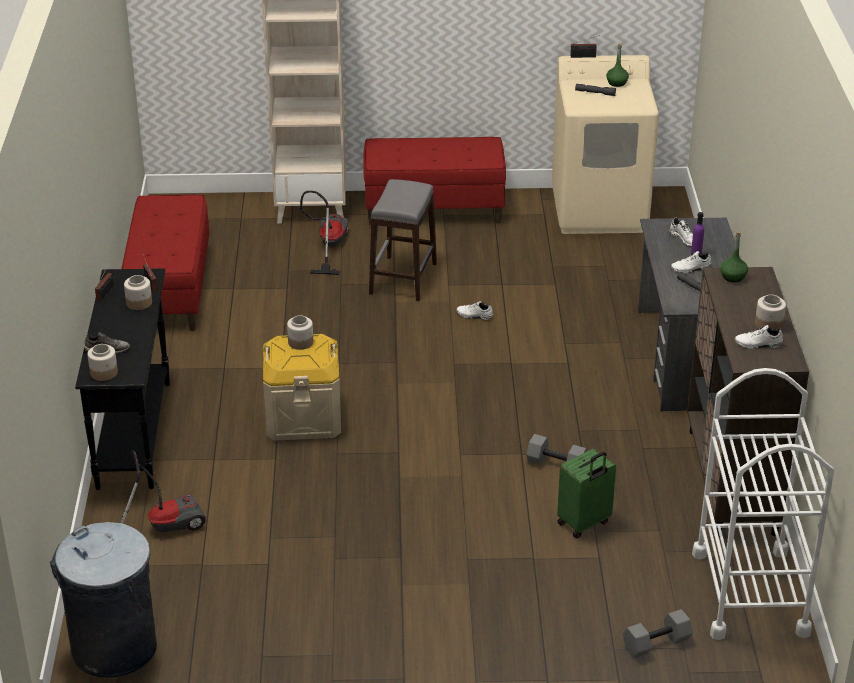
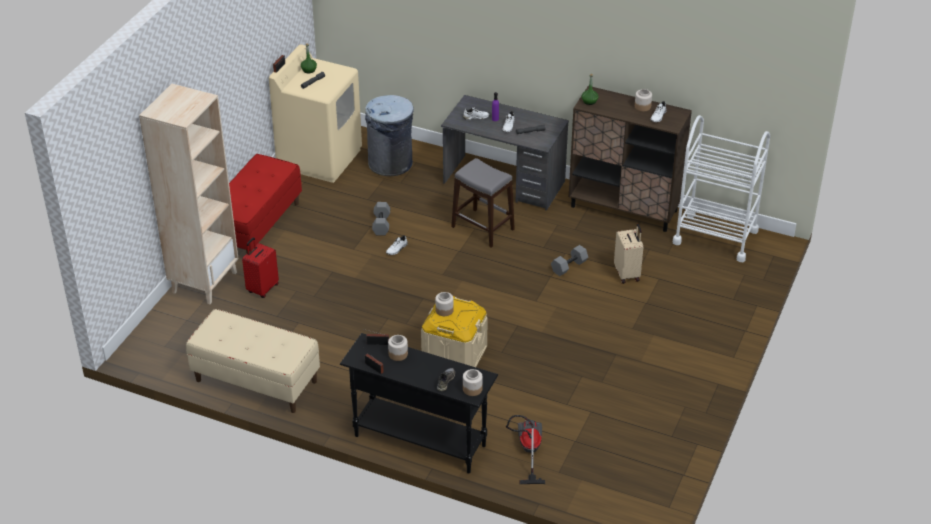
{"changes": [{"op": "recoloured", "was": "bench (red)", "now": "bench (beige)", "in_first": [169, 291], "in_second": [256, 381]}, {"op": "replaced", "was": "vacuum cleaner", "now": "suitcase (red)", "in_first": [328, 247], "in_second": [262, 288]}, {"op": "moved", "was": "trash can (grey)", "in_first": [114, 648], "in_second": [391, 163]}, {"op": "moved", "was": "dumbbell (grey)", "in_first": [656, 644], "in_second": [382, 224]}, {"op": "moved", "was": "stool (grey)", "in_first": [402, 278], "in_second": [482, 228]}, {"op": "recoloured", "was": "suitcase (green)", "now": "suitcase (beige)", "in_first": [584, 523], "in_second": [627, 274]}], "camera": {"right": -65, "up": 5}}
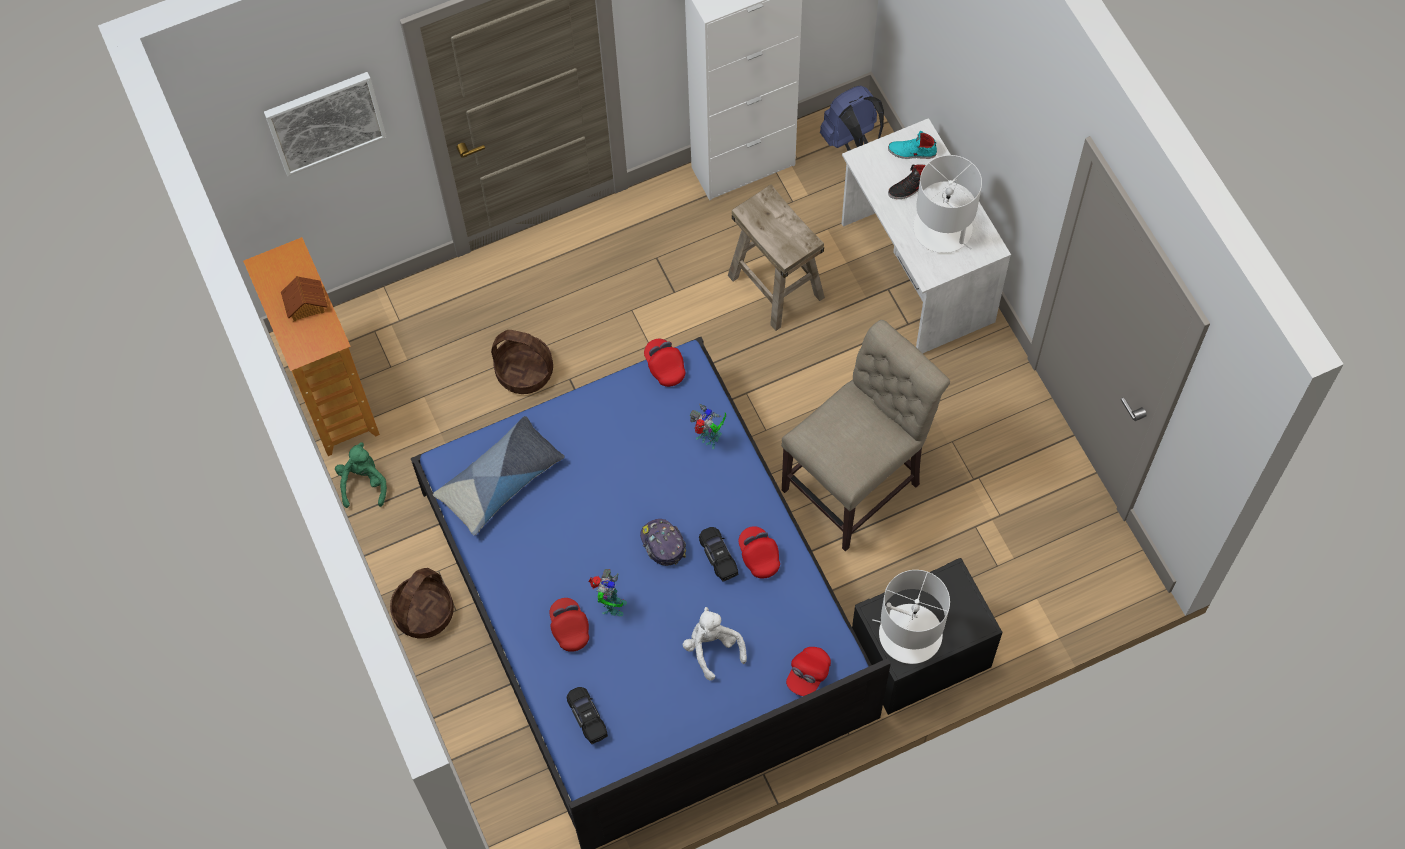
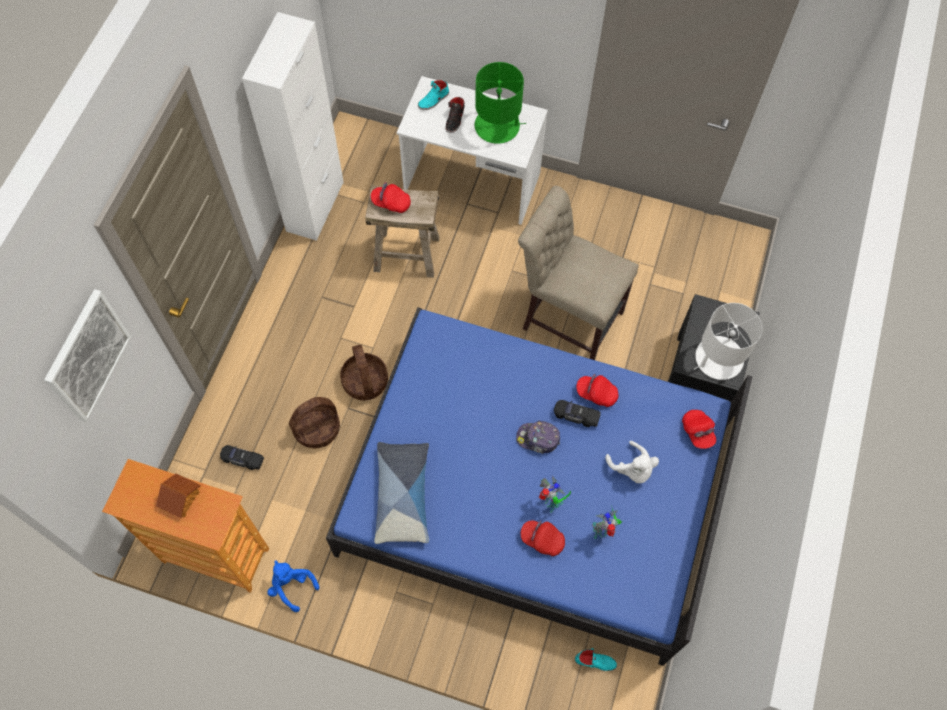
{"changes": [{"op": "moved", "was": "toy car (black)", "in_first": [587, 717], "in_second": [242, 459]}, {"op": "recoloured", "was": "plush toy (green)", "now": "plush toy (blue)", "in_first": [363, 483], "in_second": [291, 586]}, {"op": "moved", "was": "basket", "in_first": [424, 612], "in_second": [364, 381]}, {"op": "moved", "was": "cap (red)", "in_first": [664, 366], "in_second": [391, 203]}, {"op": "recoloured", "was": "table lamp (white)", "now": "table lamp (green)", "in_first": [943, 229], "in_second": [497, 126]}, {"op": "turned", "was": "chair (beige)", "in_first": [857, 483], "in_second": [567, 317], "clockwise": -60}, {"op": "added", "now": "shoe (turquoise)", "in_second": [595, 661]}, {"op": "moved", "was": "toy robot", "in_first": [708, 440], "in_second": [603, 531]}, {"op": "turned", "was": "plush toy (white)", "in_first": [713, 648], "in_second": [632, 469], "clockwise": -135}, {"op": "removed", "was": "backpack (blue)", "in_first": [851, 140]}], "camera": {"right": -50, "up": 0}}
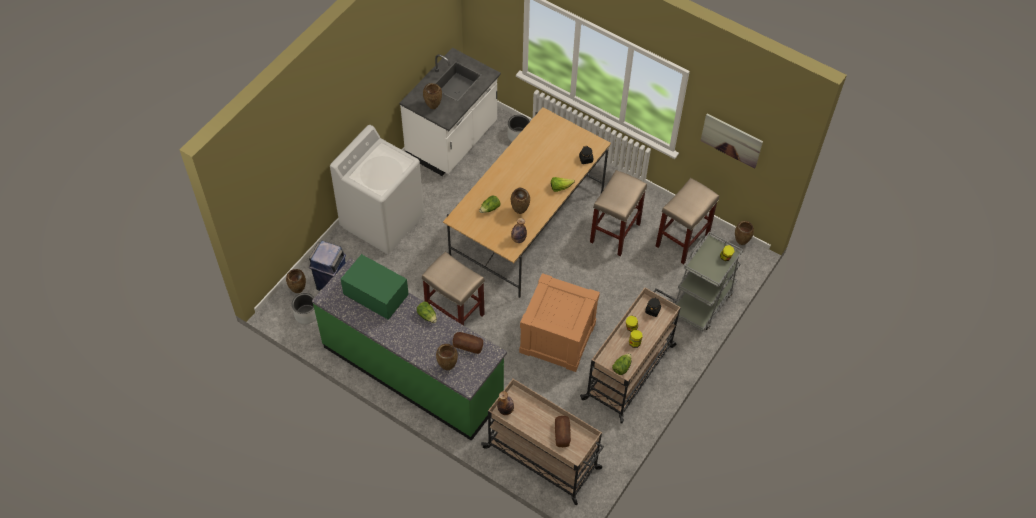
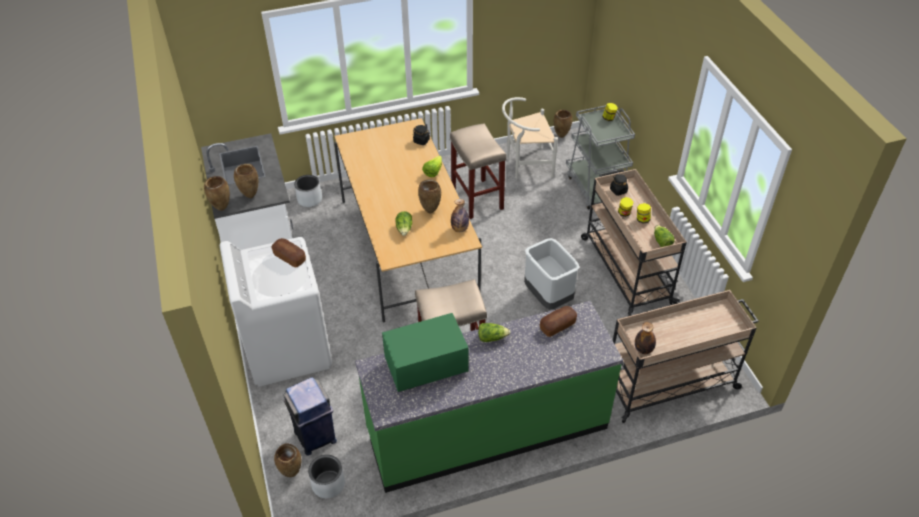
{"changes": [{"op": "moved", "was": "vase (brown)", "in_first": [447, 367], "in_second": [222, 209]}, {"op": "moved", "was": "bread", "in_first": [562, 434], "in_second": [289, 257]}, {"op": "replaced", "was": "stool (beige)", "now": "chair (white)", "in_first": [682, 240], "in_second": [525, 165]}, {"op": "replaced", "was": "crate", "now": "trash can (grey)", "in_first": [558, 338], "in_second": [548, 297]}, {"op": "removed", "was": "picture", "in_first": [731, 140]}], "camera": {"right": -50, "up": -10}}
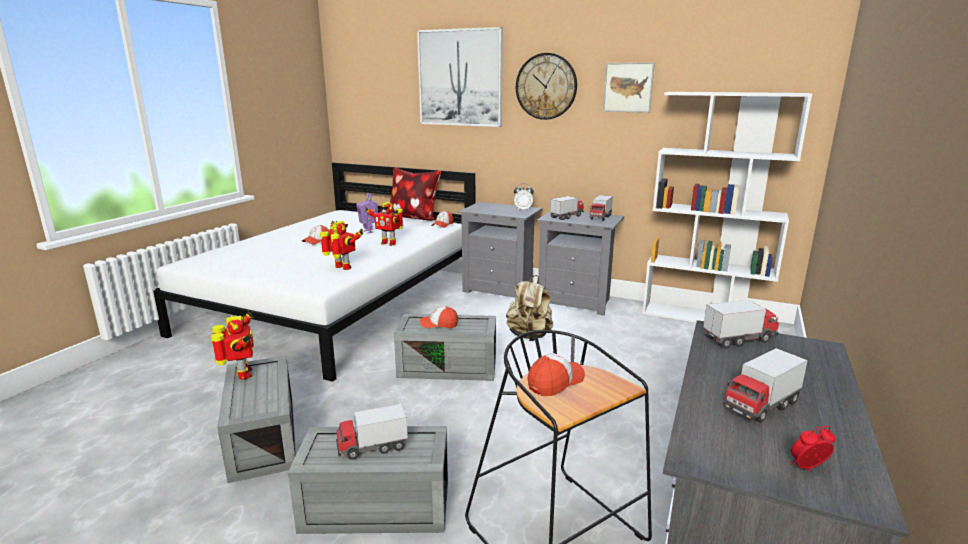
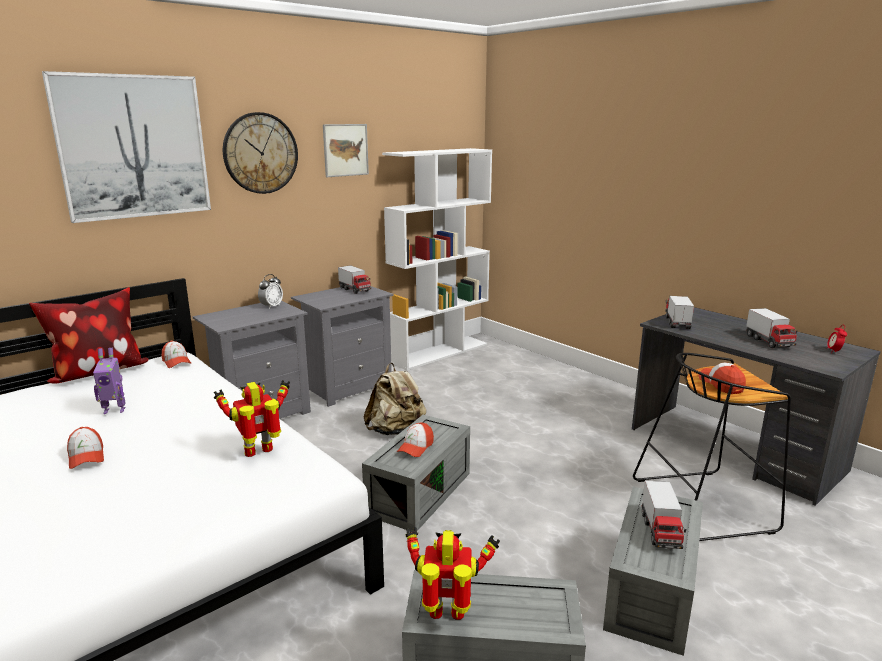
{"changes": [{"op": "removed", "was": "toy robot", "in_first": [388, 243]}, {"op": "removed", "was": "toy truck", "in_first": [567, 216]}], "camera": {"right": -65, "up": 0}}
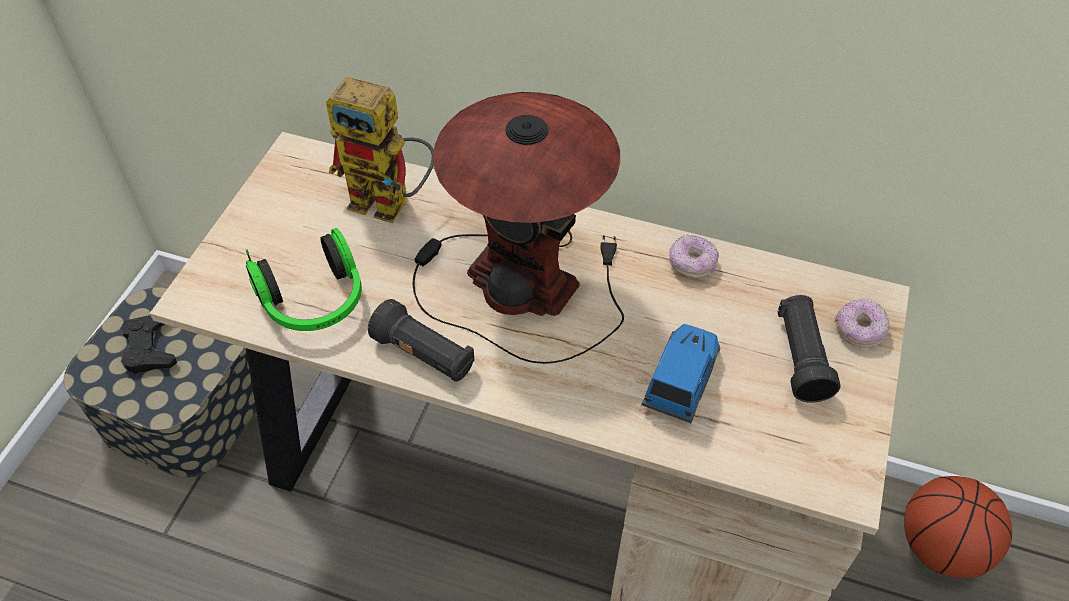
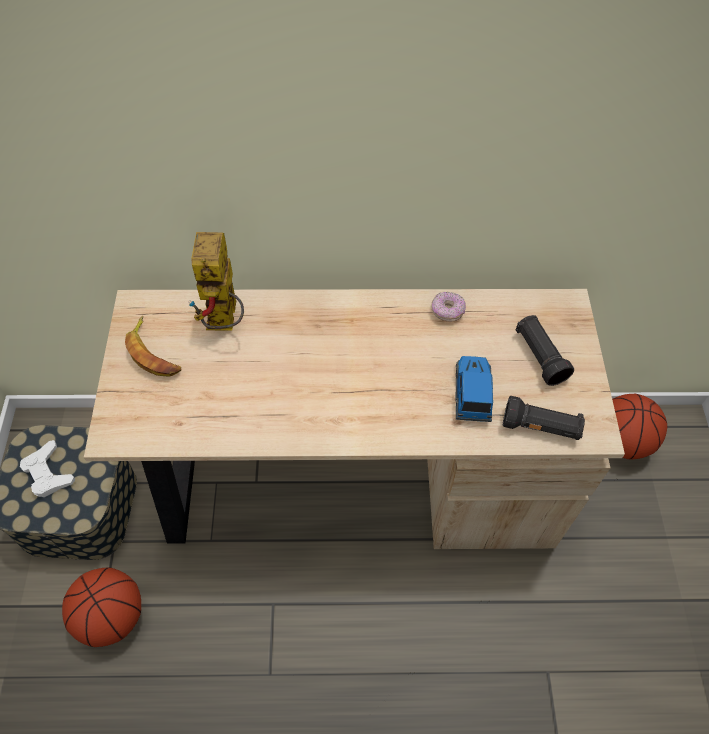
{"changes": [{"op": "recoloured", "was": "game controller (black)", "now": "game controller (white)", "in_first": [151, 346], "in_second": [48, 473]}, {"op": "added", "now": "basketball", "in_second": [111, 616]}, {"op": "added", "now": "banana", "in_second": [154, 353]}, {"op": "turned", "was": "toy robot", "in_first": [392, 203], "in_second": [225, 323], "clockwise": 90}, {"op": "moved", "was": "flashlight (black)", "in_first": [424, 355], "in_second": [540, 427]}, {"op": "removed", "was": "headphones", "in_first": [315, 302]}, {"op": "removed", "was": "table lamp", "in_first": [523, 282]}, {"op": "removed", "was": "donut", "in_first": [859, 330]}], "camera": {"right": -20, "up": 5}}
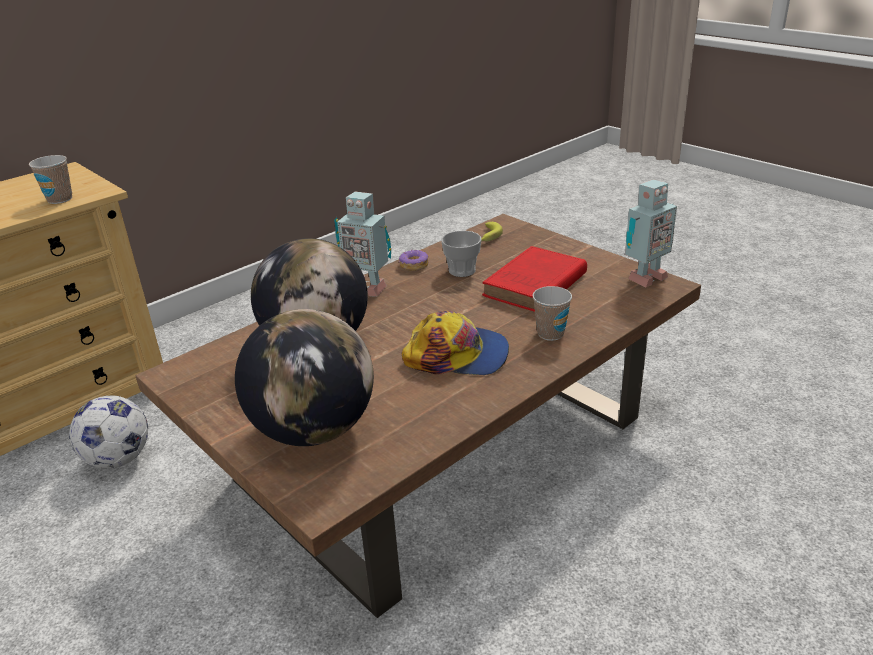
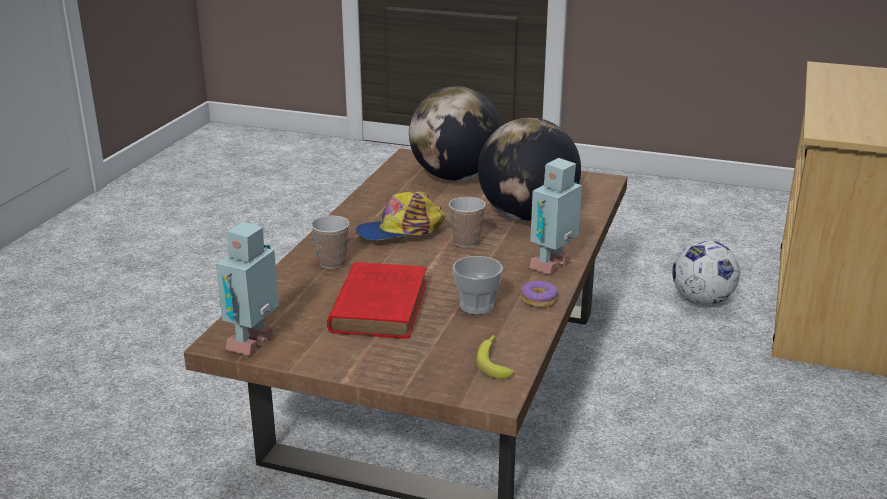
{"changes": [{"op": "moved", "was": "cup", "in_first": [60, 199], "in_second": [466, 242]}, {"op": "turned", "was": "toy robot", "in_first": [367, 288], "in_second": [553, 266], "clockwise": -45}], "camera": {"right": 150, "up": -5}}
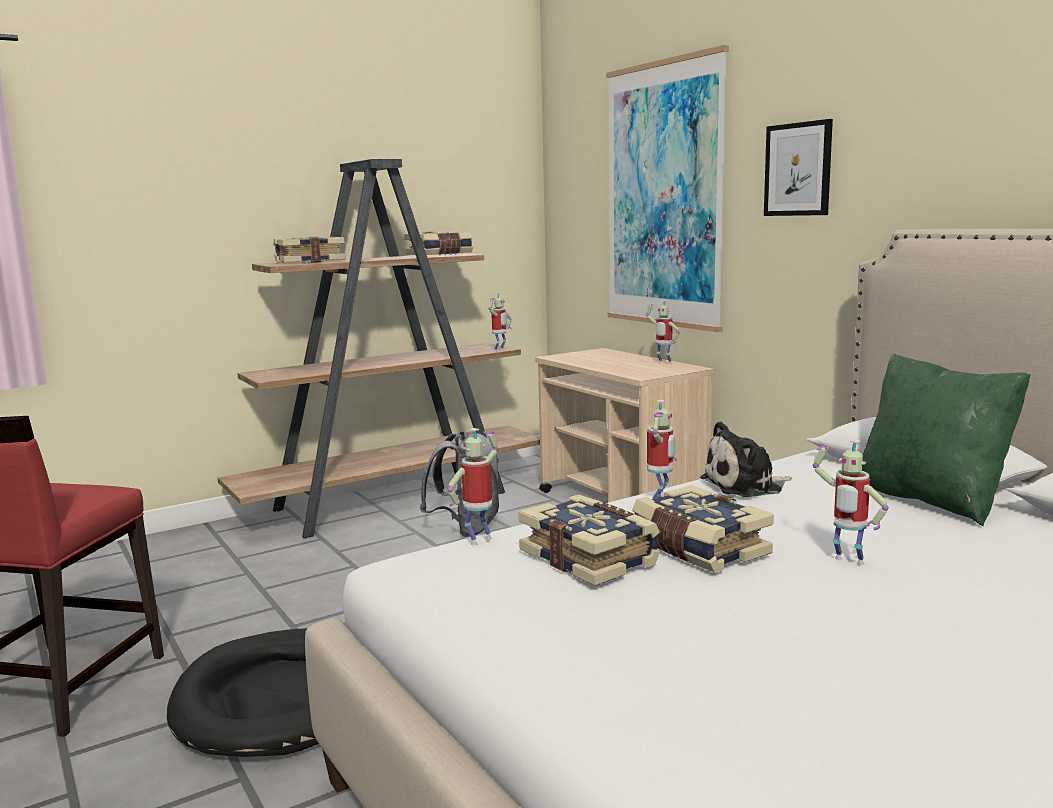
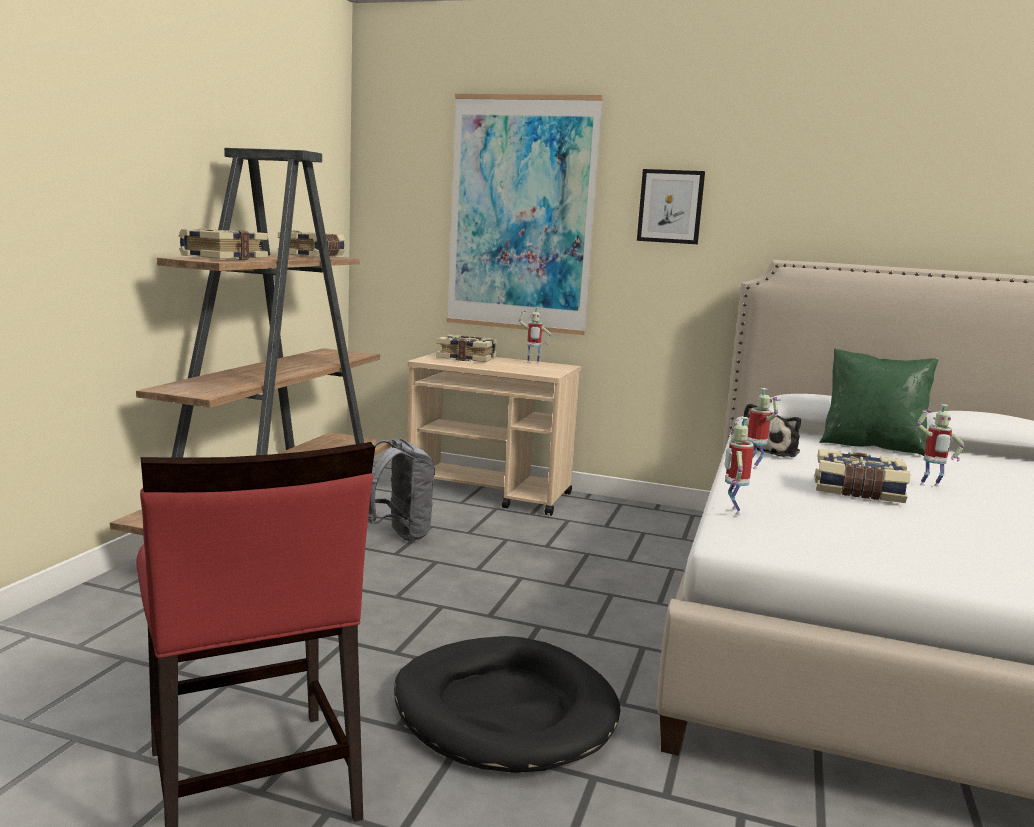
{"changes": [{"op": "moved", "was": "book", "in_first": [590, 558], "in_second": [466, 358]}, {"op": "removed", "was": "toy robot", "in_first": [500, 351]}], "camera": {"right": -40, "up": 0}}
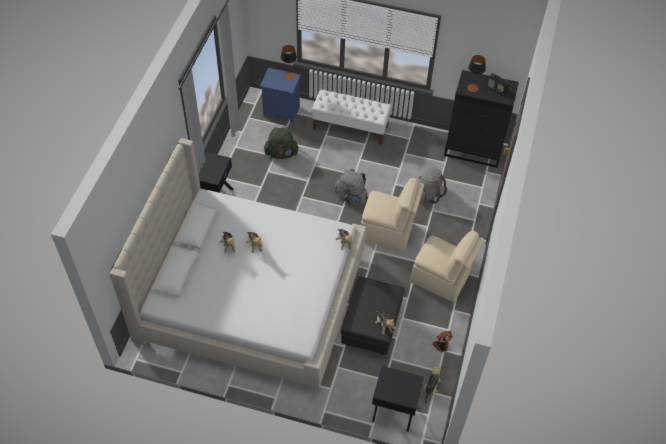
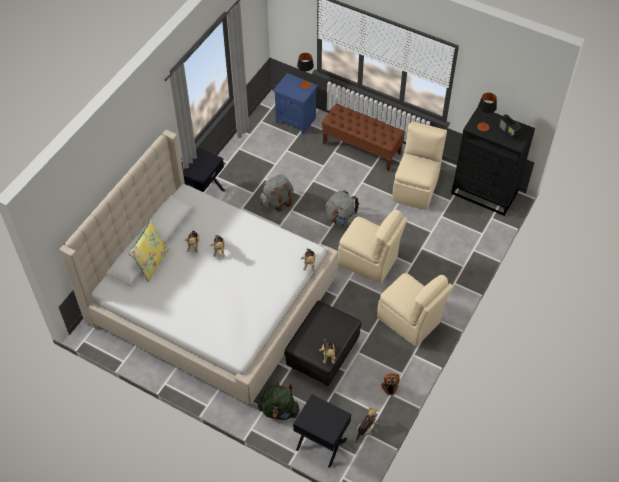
{"changes": [{"op": "added", "now": "pillow (yellow)", "in_second": [152, 263]}, {"op": "moved", "was": "backpack (green)", "in_first": [281, 153], "in_second": [279, 410]}, {"op": "moved", "was": "backpack (grey)", "in_first": [428, 194], "in_second": [277, 201]}, {"op": "recoloured", "was": "bench (white)", "now": "bench (brown)", "in_first": [351, 128], "in_second": [362, 148]}, {"op": "added", "now": "chair (beige)", "in_second": [416, 187]}], "camera": {"right": 15, "up": 0}}
